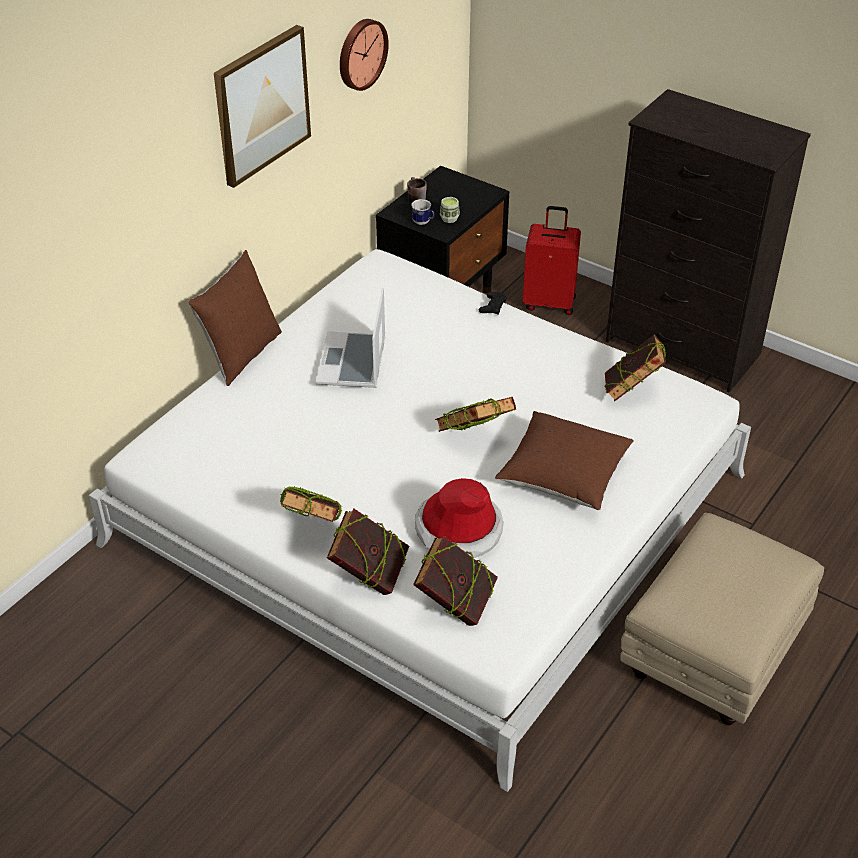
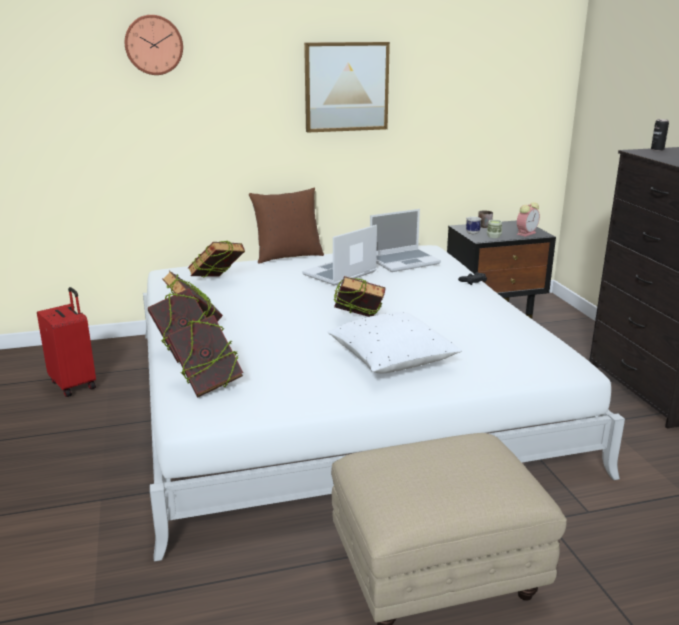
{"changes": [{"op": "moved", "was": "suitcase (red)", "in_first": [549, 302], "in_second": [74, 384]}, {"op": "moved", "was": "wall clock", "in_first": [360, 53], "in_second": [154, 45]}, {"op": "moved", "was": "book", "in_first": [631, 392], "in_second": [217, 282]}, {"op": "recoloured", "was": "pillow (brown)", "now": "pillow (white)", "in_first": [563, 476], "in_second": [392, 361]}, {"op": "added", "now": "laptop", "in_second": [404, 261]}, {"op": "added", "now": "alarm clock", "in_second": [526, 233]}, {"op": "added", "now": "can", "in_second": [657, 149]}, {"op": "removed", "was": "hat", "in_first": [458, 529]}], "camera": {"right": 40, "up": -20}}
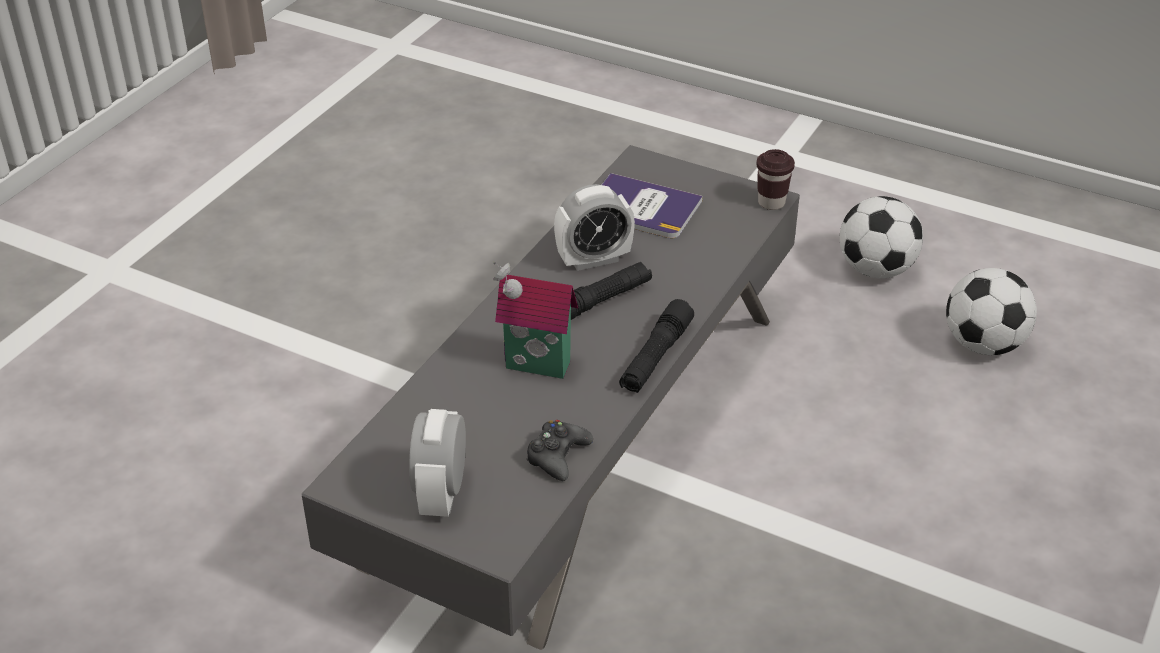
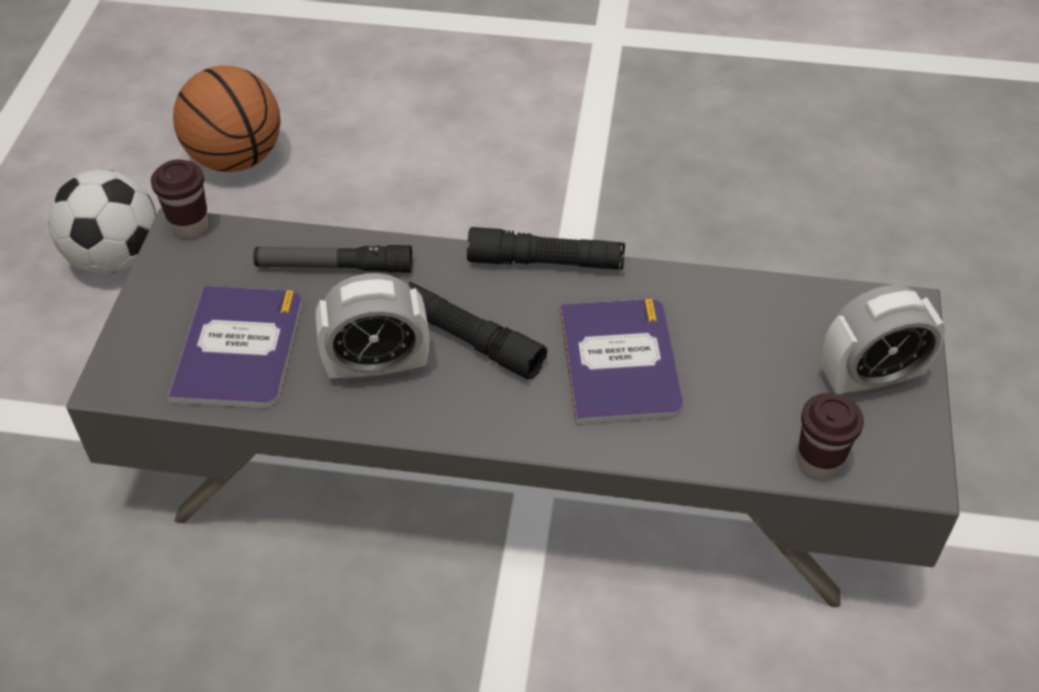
{"changes": [{"op": "replaced", "was": "football", "now": "basketball", "in_first": [984, 344], "in_second": [236, 158]}, {"op": "added", "now": "flashlight", "in_second": [334, 267]}, {"op": "turned", "was": "alarm clock", "in_first": [594, 259], "in_second": [377, 367], "clockwise": 120}, {"op": "replaced", "was": "toy house", "now": "book", "in_first": [536, 368], "in_second": [619, 362]}, {"op": "added", "now": "cup (brown)", "in_second": [818, 463]}, {"op": "removed", "was": "game controller (black)", "in_first": [557, 456]}], "camera": {"right": -110, "up": 10}}
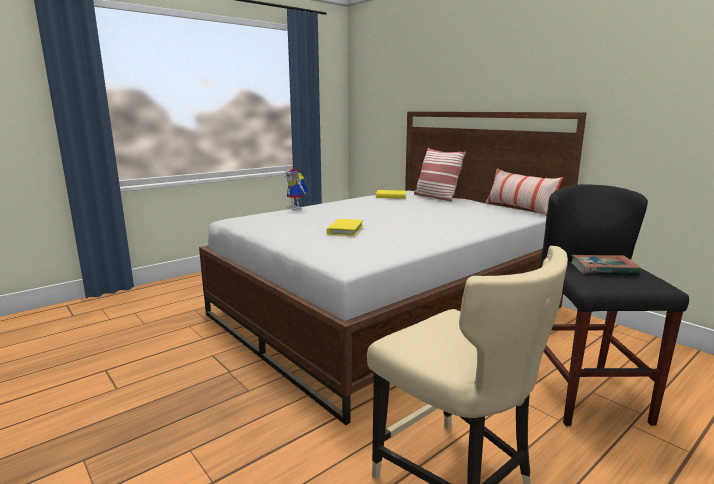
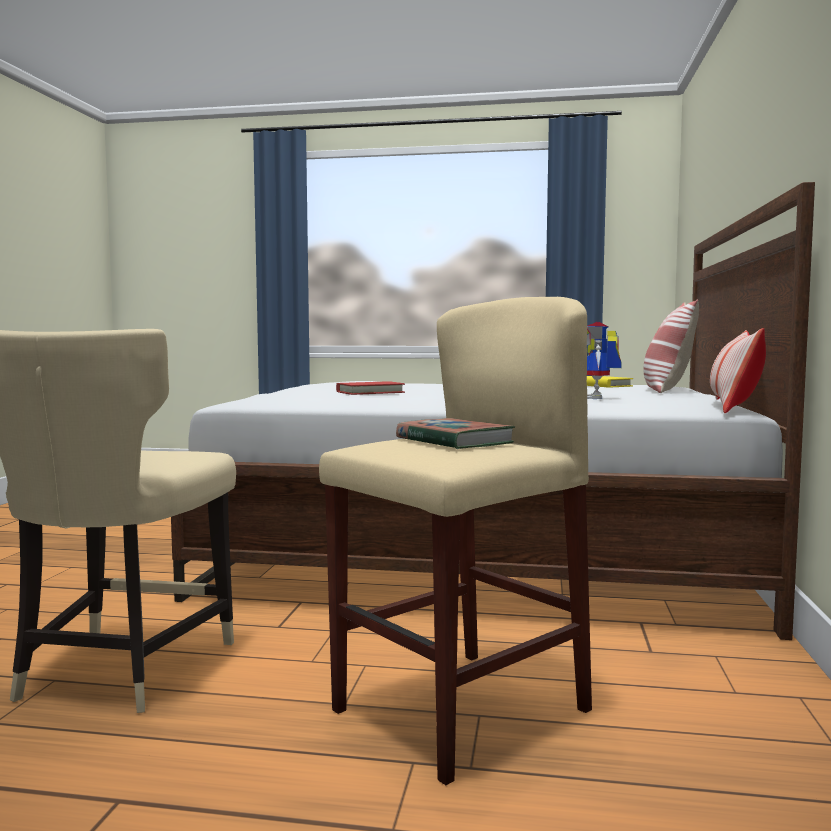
{"changes": [{"op": "recoloured", "was": "stool (black)", "now": "stool (beige)", "in_first": [585, 394], "in_second": [460, 710]}, {"op": "recoloured", "was": "book (yellow)", "now": "book (red)", "in_first": [345, 230], "in_second": [370, 392]}, {"op": "moved", "was": "toy robot", "in_first": [297, 208], "in_second": [599, 398]}], "camera": {"right": 50, "up": -10}}
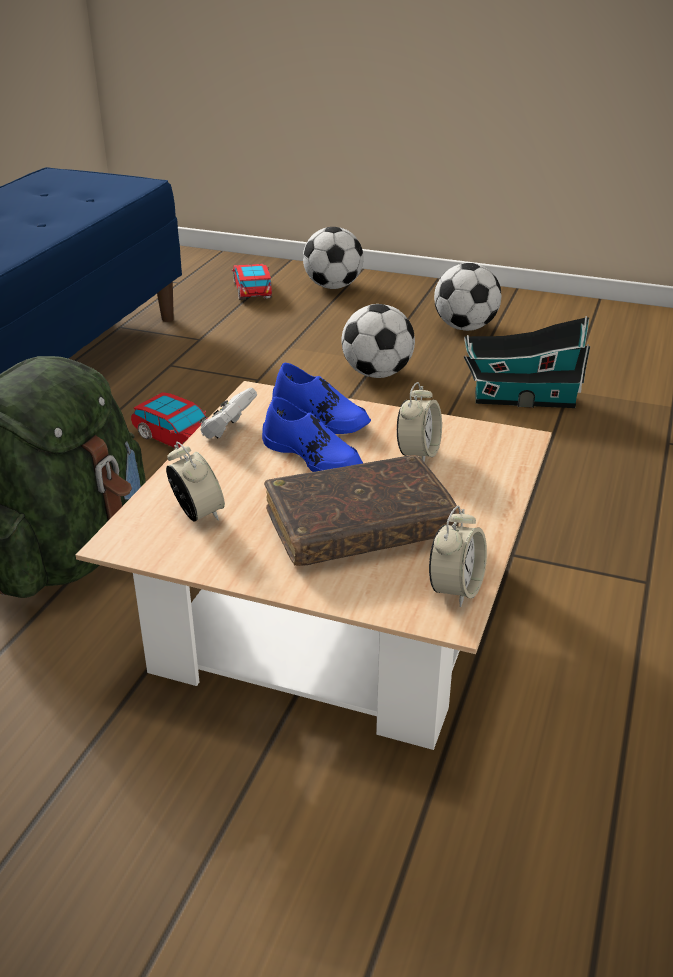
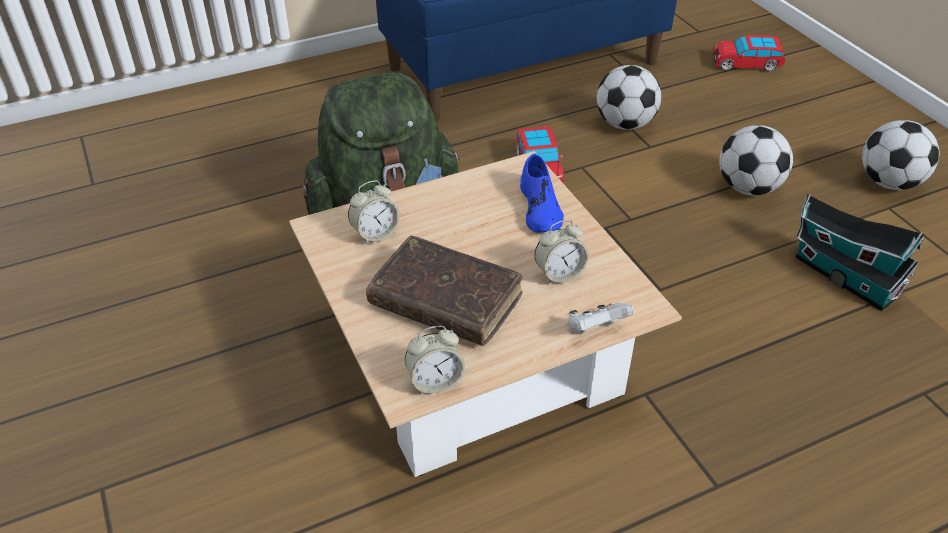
{"changes": [{"op": "turned", "was": "alarm clock", "in_first": [197, 514], "in_second": [375, 234], "clockwise": 45}, {"op": "moved", "was": "game controller (white)", "in_first": [228, 431], "in_second": [595, 329]}, {"op": "moved", "was": "football", "in_first": [333, 287], "in_second": [625, 124]}, {"op": "turned", "was": "toy car", "in_first": [252, 291], "in_second": [746, 64], "clockwise": -120}, {"op": "removed", "was": "shoe (blue)", "in_first": [313, 456]}], "camera": {"right": 45, "up": 10}}
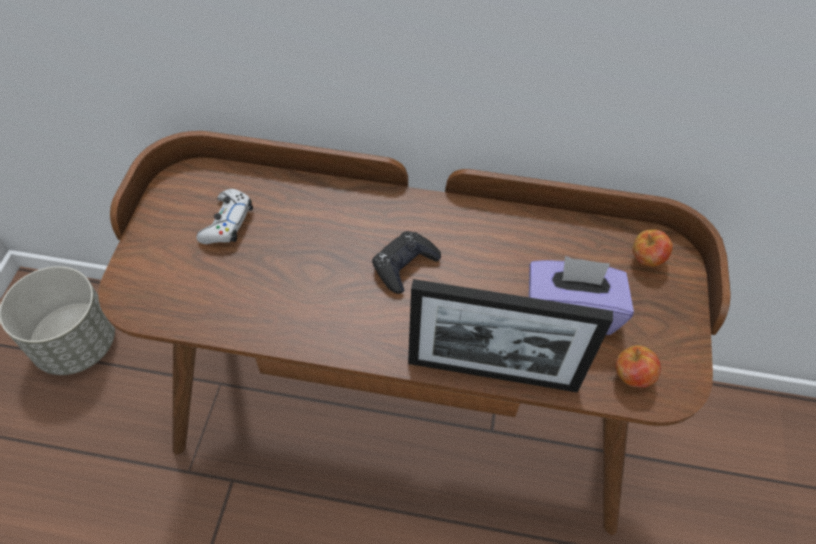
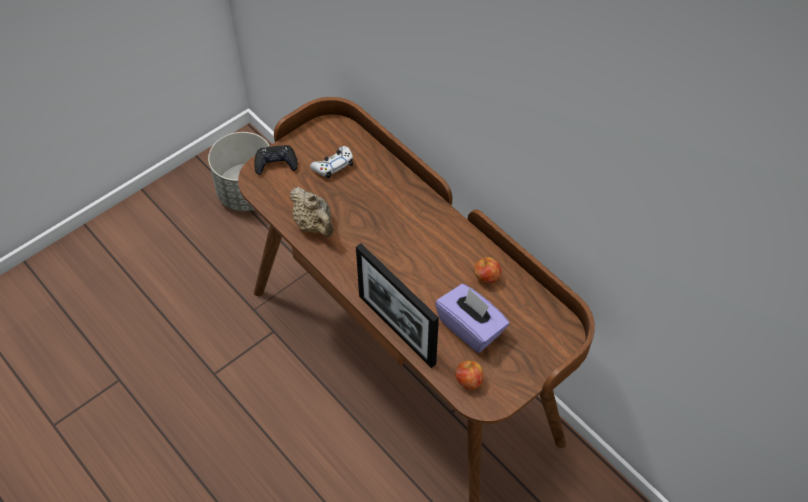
{"changes": [{"op": "moved", "was": "game controller (black)", "in_first": [404, 265], "in_second": [276, 163]}, {"op": "added", "now": "teapot (beige)", "in_second": [314, 225]}, {"op": "moved", "was": "apple", "in_first": [646, 259], "in_second": [486, 277]}], "camera": {"right": 40, "up": 0}}
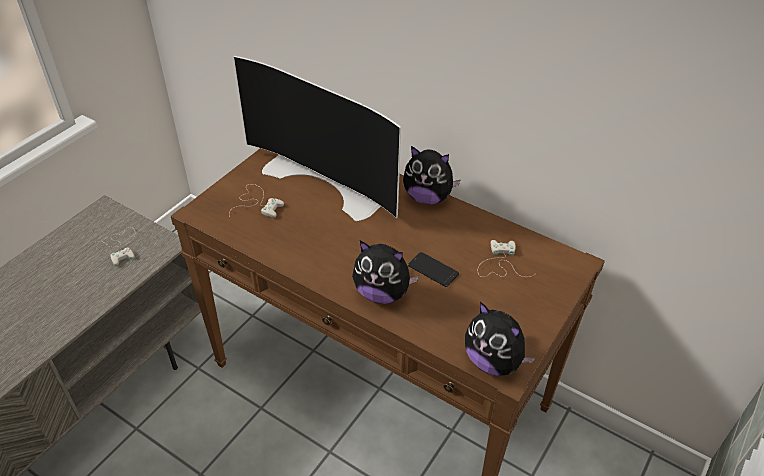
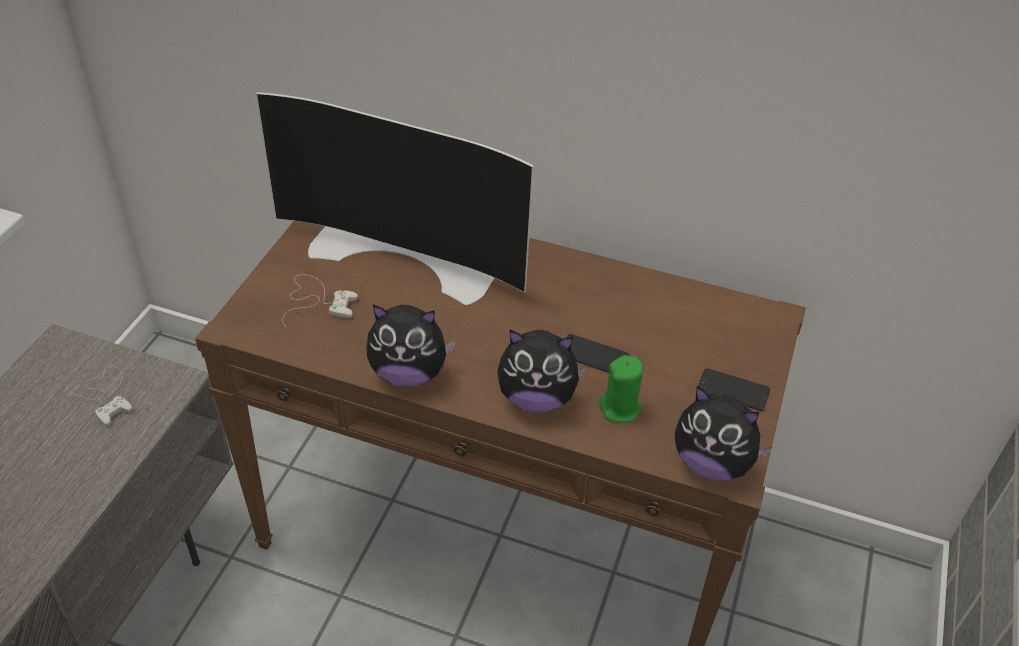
{"changes": [{"op": "moved", "was": "plush toy", "in_first": [427, 197], "in_second": [408, 373]}, {"op": "added", "now": "candle (green)", "in_second": [620, 408]}, {"op": "added", "now": "phone", "in_second": [733, 390]}, {"op": "removed", "was": "game controller (white)", "in_first": [500, 263]}], "camera": {"right": -15, "up": 0}}
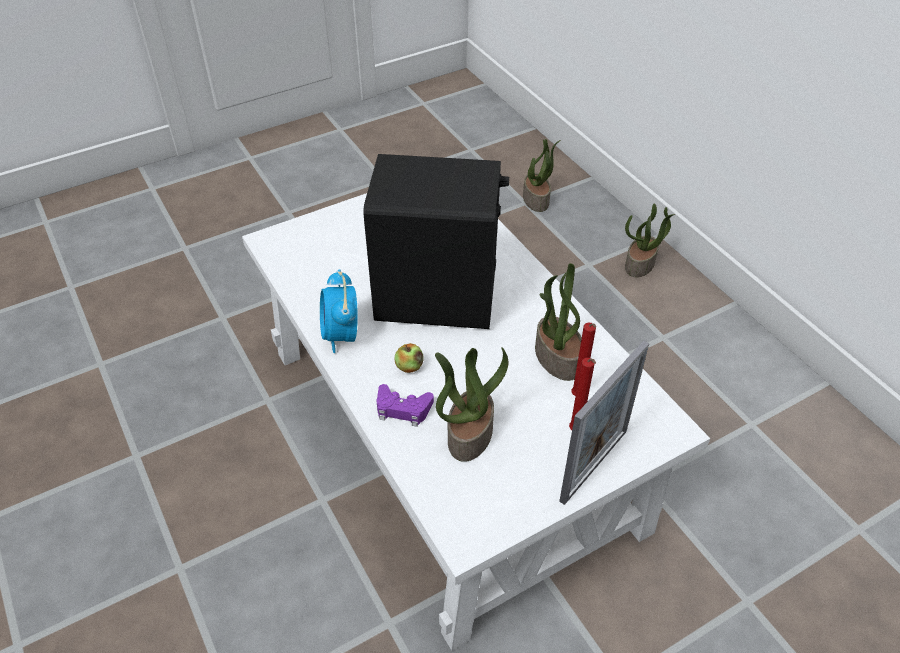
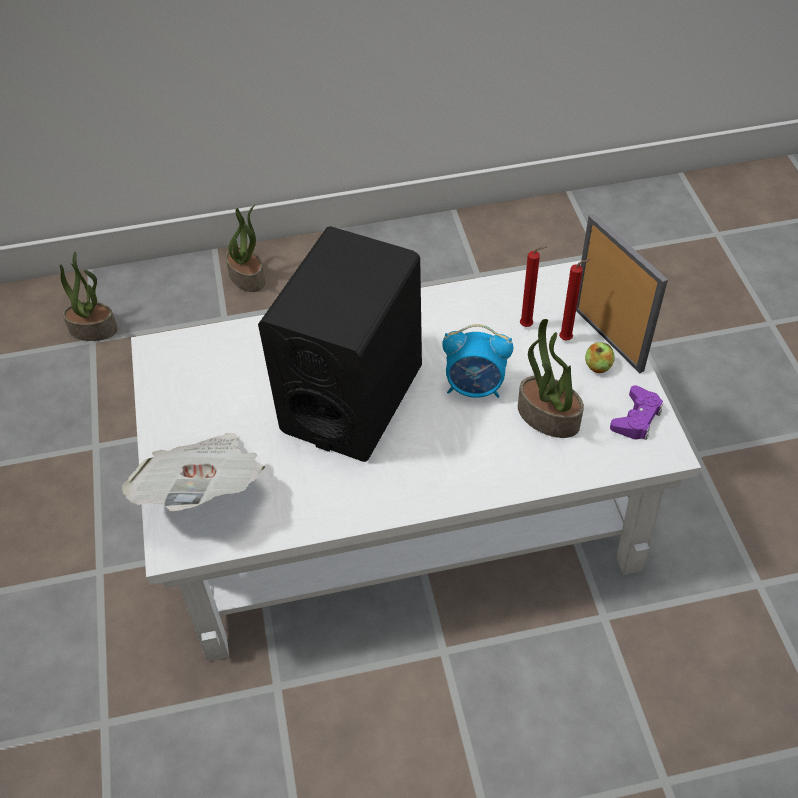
{"changes": [{"op": "added", "now": "newspaper", "in_second": [204, 490]}, {"op": "moved", "was": "alarm clock", "in_first": [341, 335], "in_second": [475, 387]}, {"op": "moved", "was": "apple", "in_first": [409, 366], "in_second": [598, 366]}, {"op": "moved", "was": "game controller (purple)", "in_first": [403, 409], "in_second": [636, 418]}, {"op": "removed", "was": "potted plant", "in_first": [556, 358]}], "camera": {"right": -70, "up": 5}}
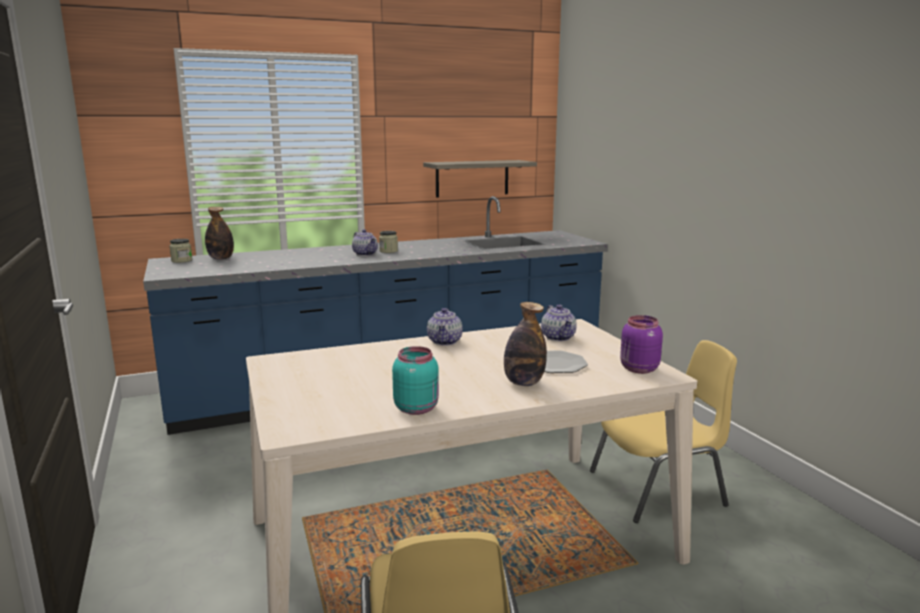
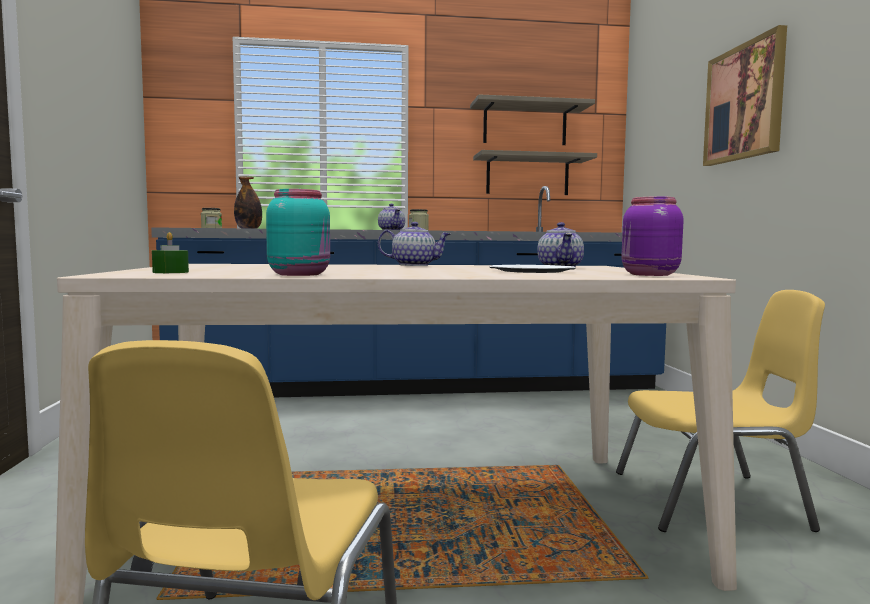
{"changes": [{"op": "added", "now": "candle (green)", "in_second": [170, 272]}, {"op": "turned", "was": "teapot", "in_first": [445, 342], "in_second": [414, 265], "clockwise": -105}, {"op": "added", "now": "shelf", "in_second": [524, 125]}, {"op": "added", "now": "picture", "in_second": [744, 102]}, {"op": "removed", "was": "bottle", "in_first": [523, 383]}], "camera": {"right": 15, "up": -10}}
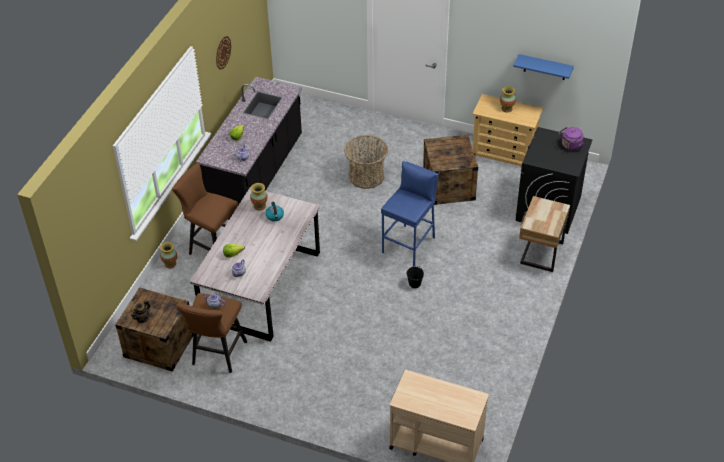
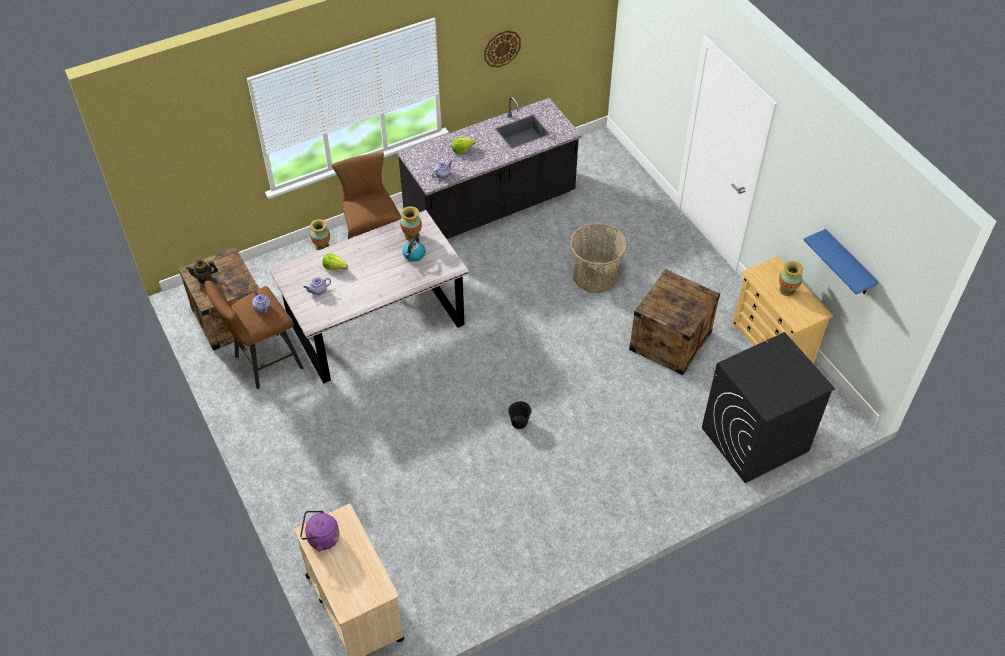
{"changes": [{"op": "moved", "was": "kettle (purple)", "in_first": [570, 146], "in_second": [321, 538]}, {"op": "removed", "was": "stool (blue)", "in_first": [409, 245]}, {"op": "removed", "was": "nightstand (beige)", "in_first": [540, 253]}], "camera": {"right": 40, "up": 5}}
